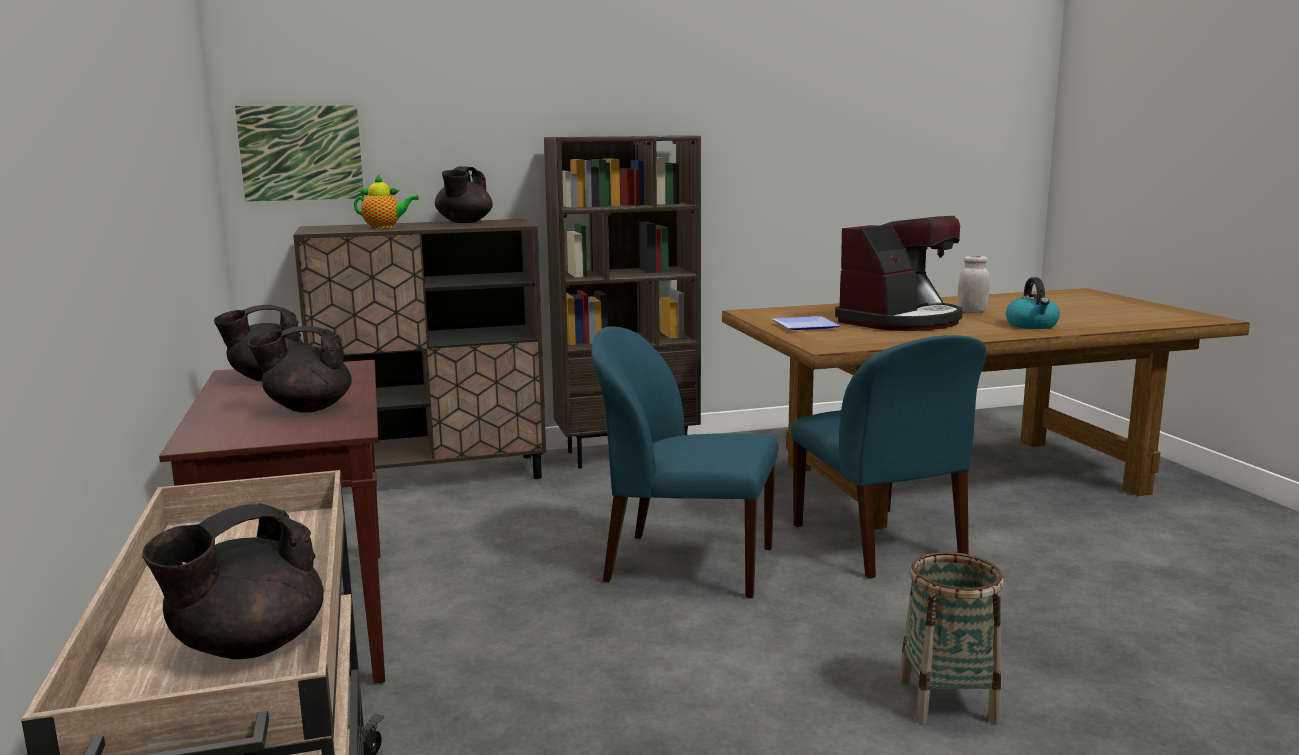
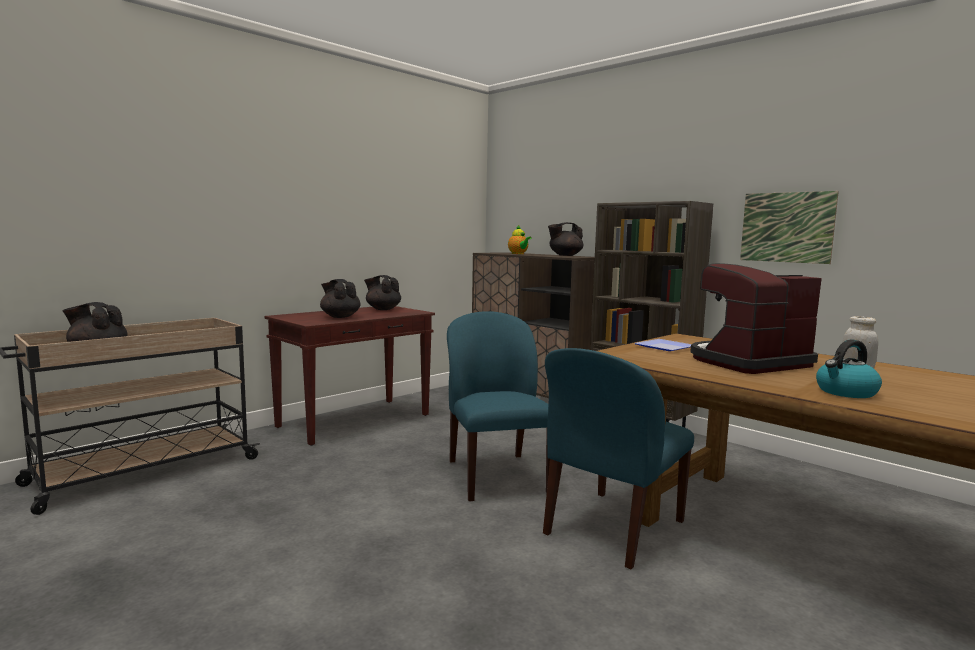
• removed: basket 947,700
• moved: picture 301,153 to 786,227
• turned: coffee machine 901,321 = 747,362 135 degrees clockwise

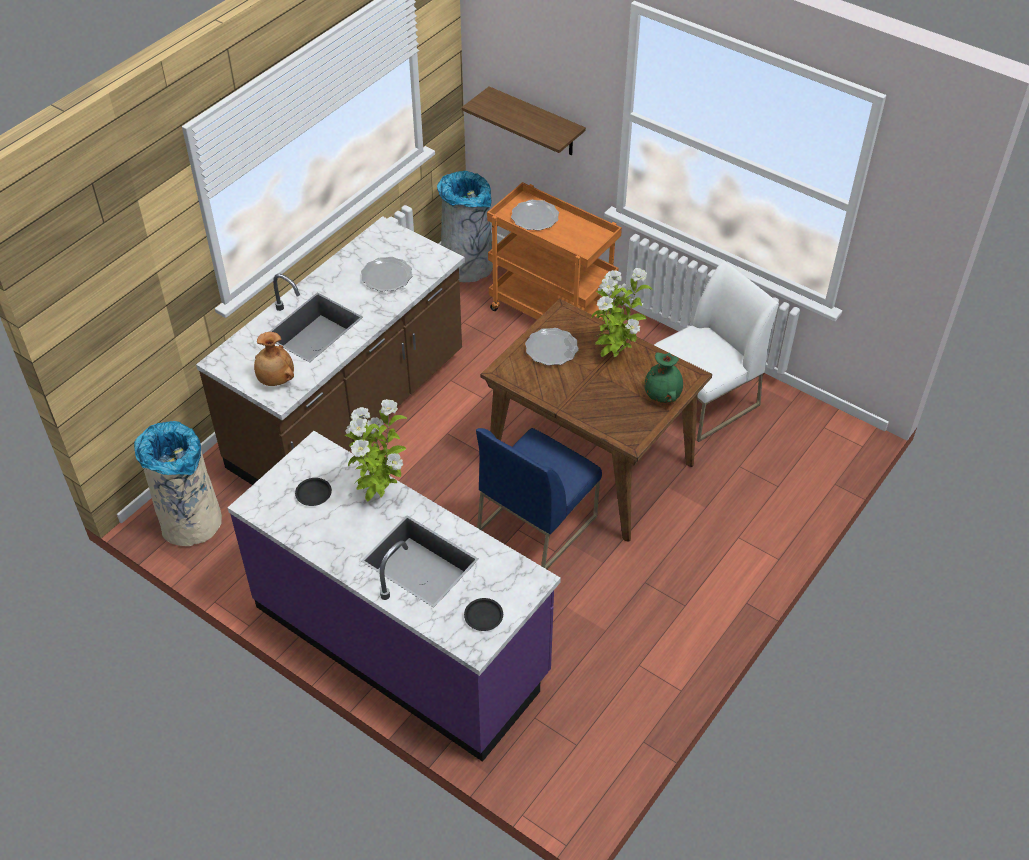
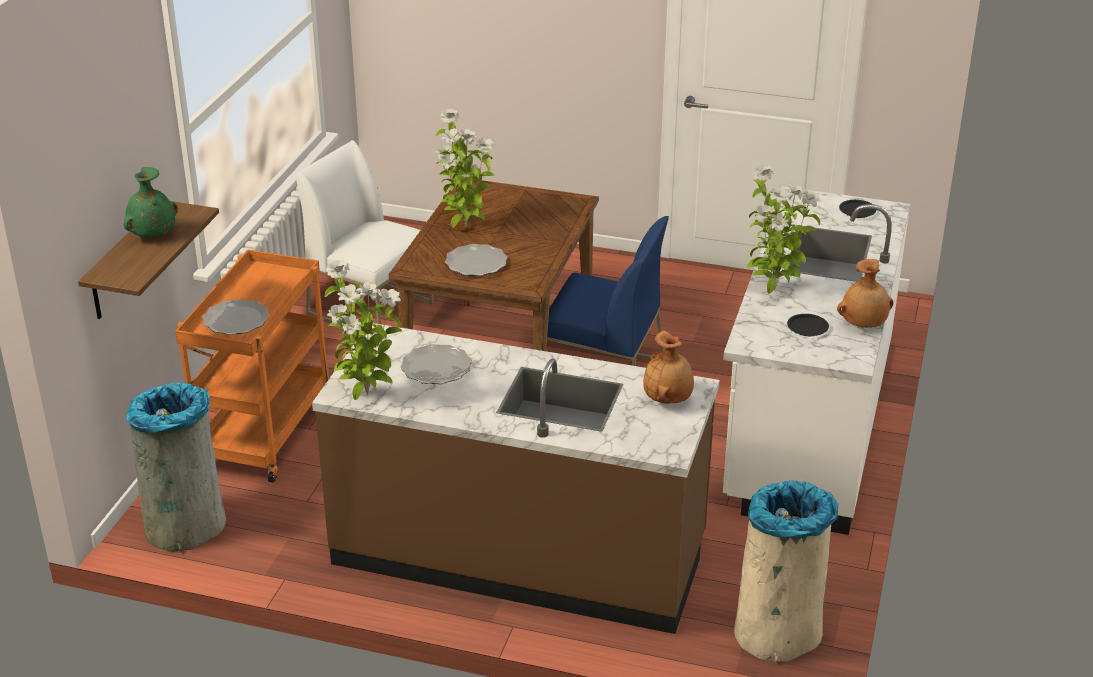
• added: potted plant 366,396
• added: brown vase 863,325
• moved: green vase 663,395 to 152,234
• recoloured: purple counter 402,640 to white counter 807,425

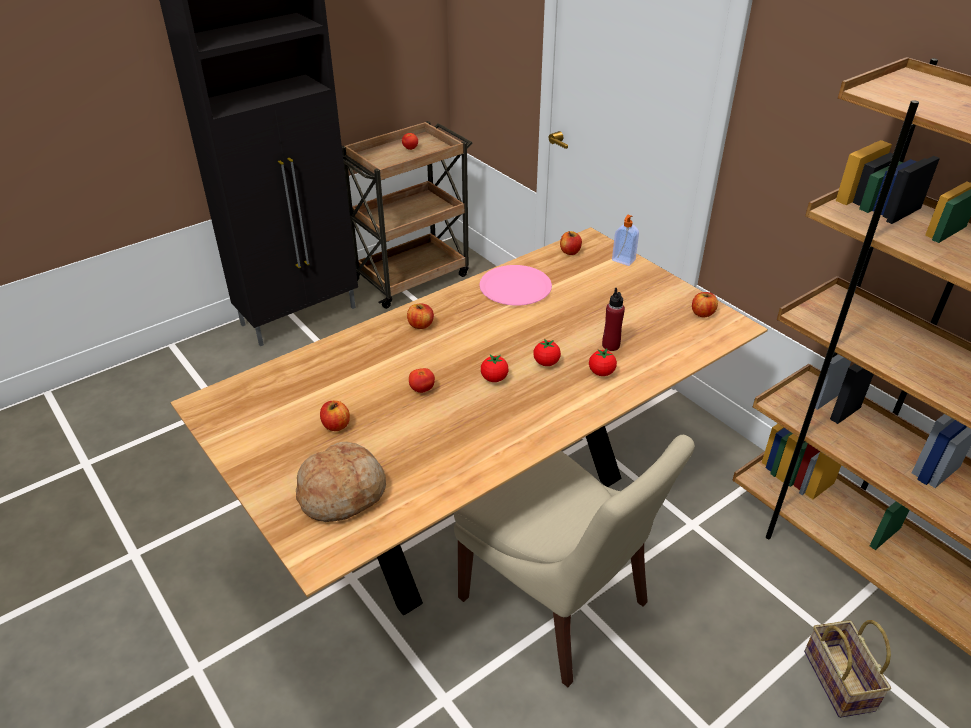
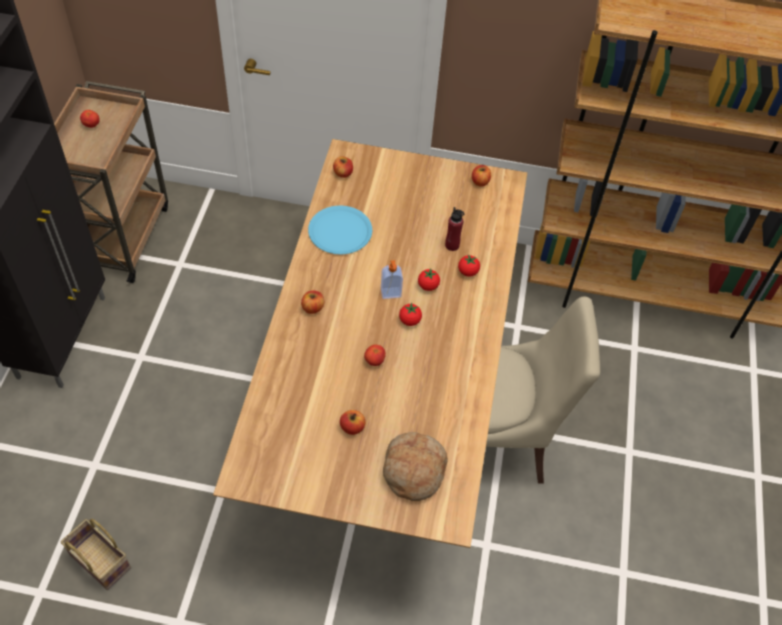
• moved: soap dispenser 623,260 to 391,293
• moved: basket 836,679 to 98,561
• recoloured: pink plate 515,287 to blue plate 340,231

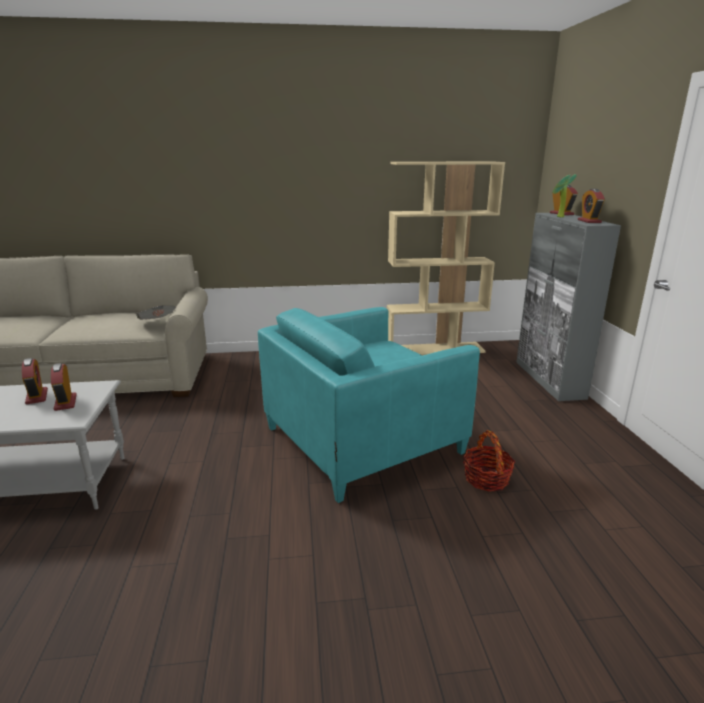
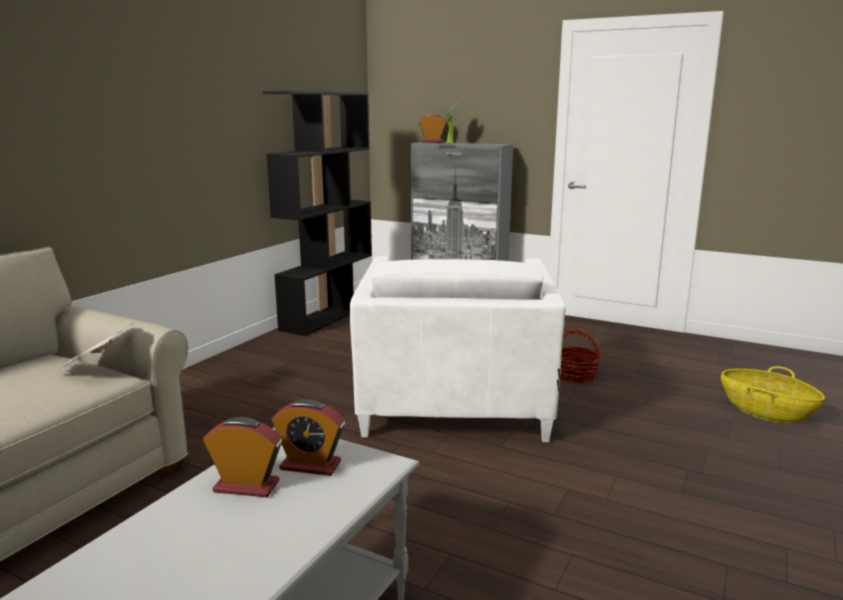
• removed: alarm clock 589,221
• added: basket 766,411
• recoloured: turquoise armchair 363,439 to white armchair 454,399
• recoloured: beige bookcase 435,349 to black bookcase 328,316

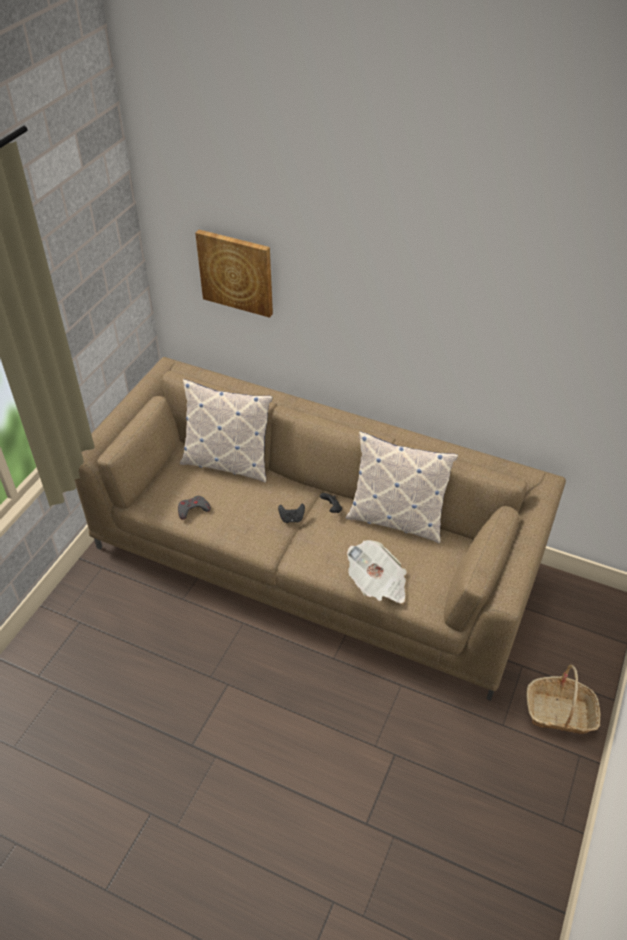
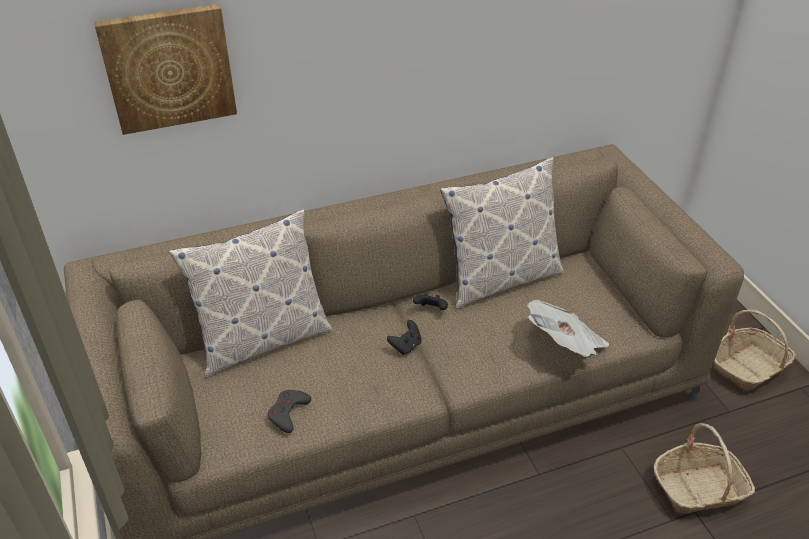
• added: basket 699,489

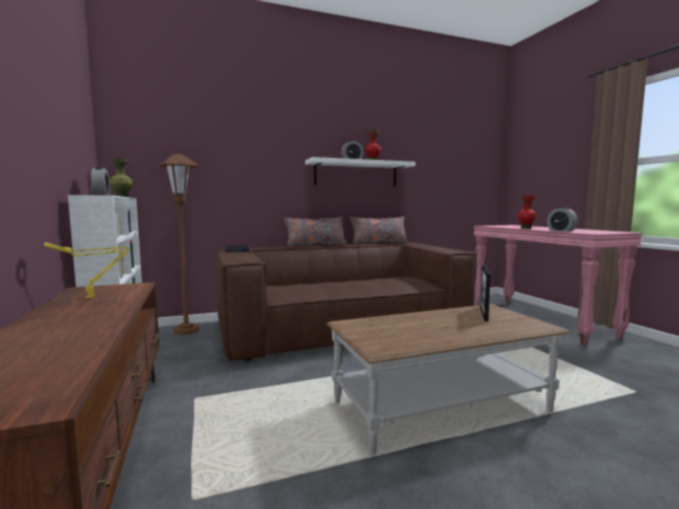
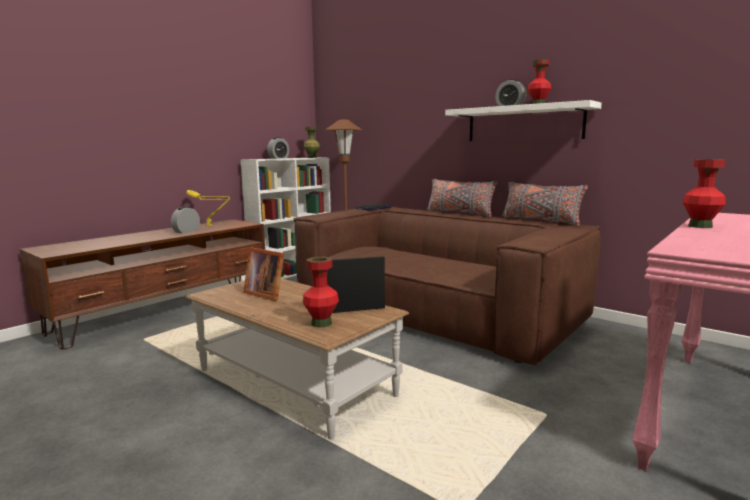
• added: picture frame 266,294
• added: red vase 321,323
• moved: alarm clock 561,231 to 186,231

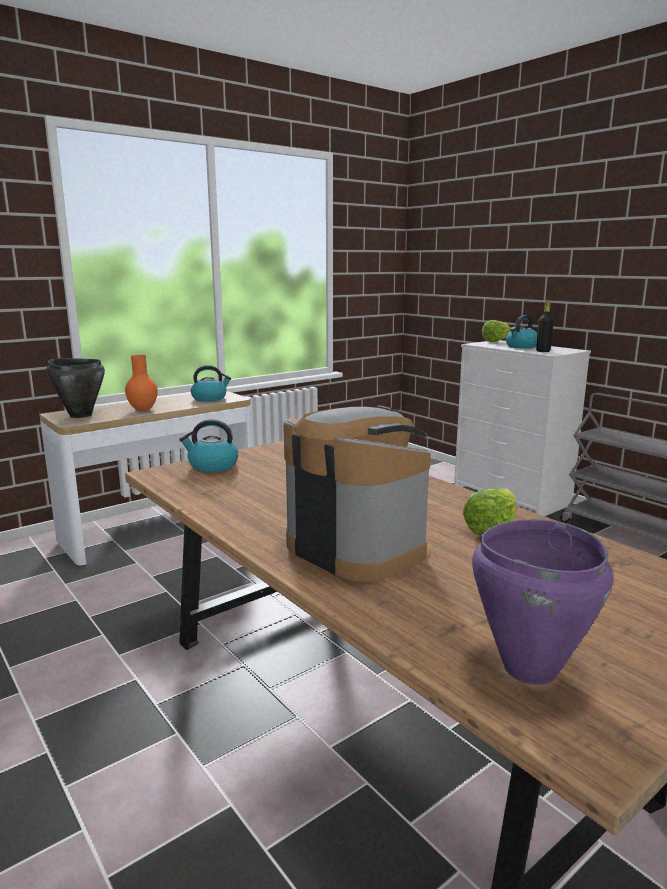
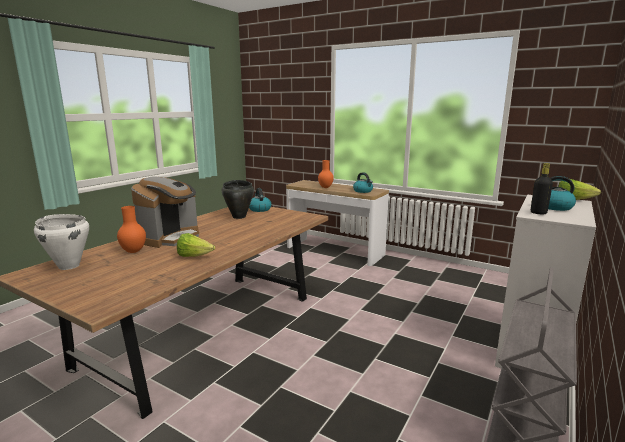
• added: orange vase 134,251
• moved: black cooking pot 80,415 to 239,217
• recoloured: purple cooking pot 528,668 to white cooking pot 69,266

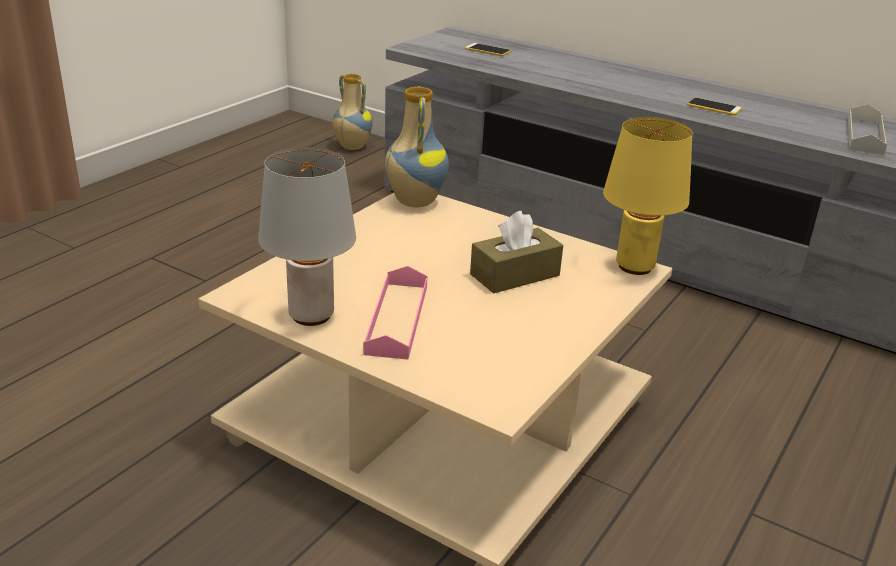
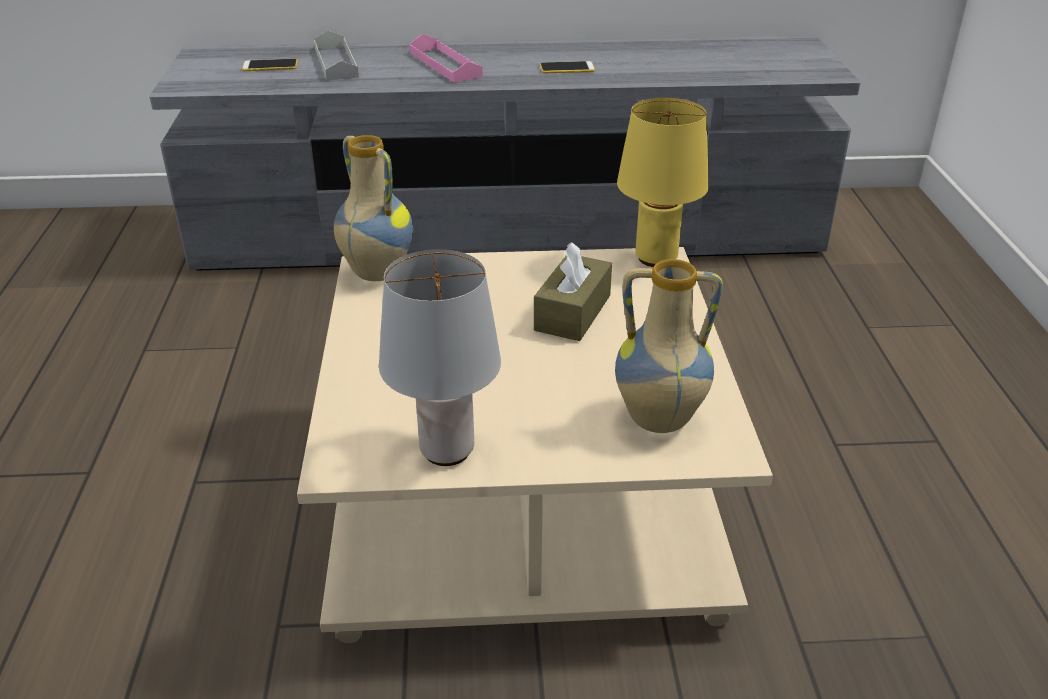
• moved: vase 351,147 to 658,421
• moved: pink tray 397,319 to 445,64
• moved: grey tray 865,135 to 336,62

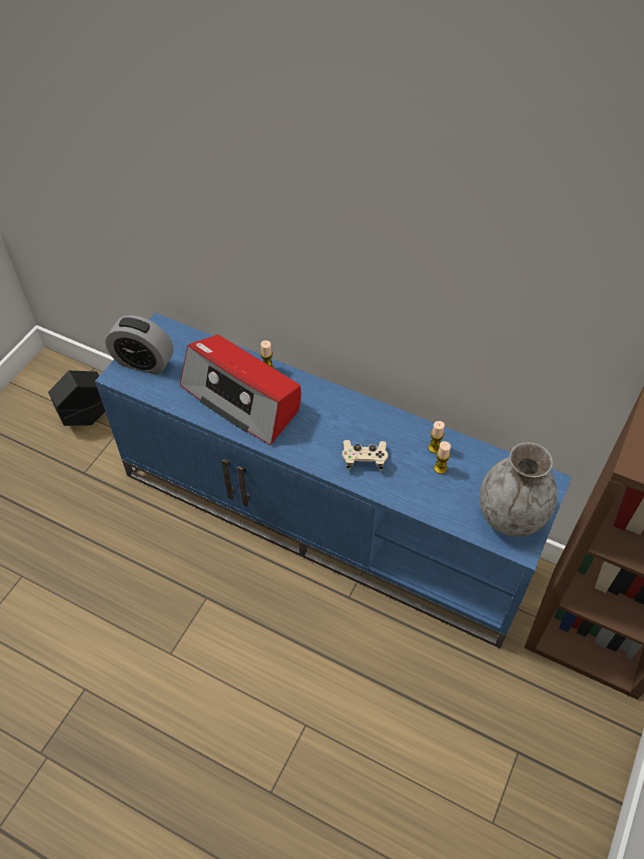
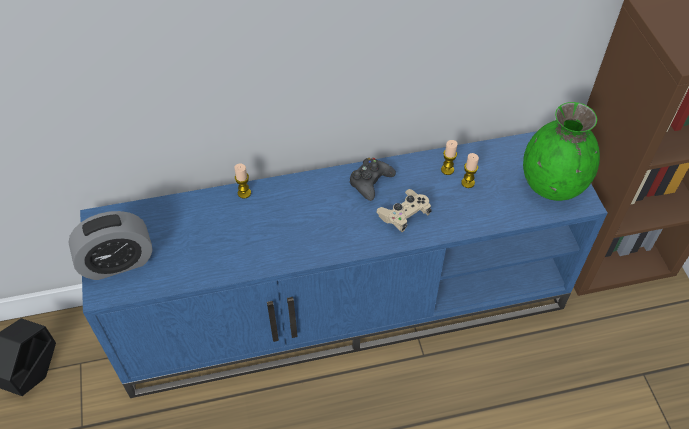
• removed: radio 242,398
• added: black game controller 370,182
• recoloured: grey vase 511,517 to green vase 553,184

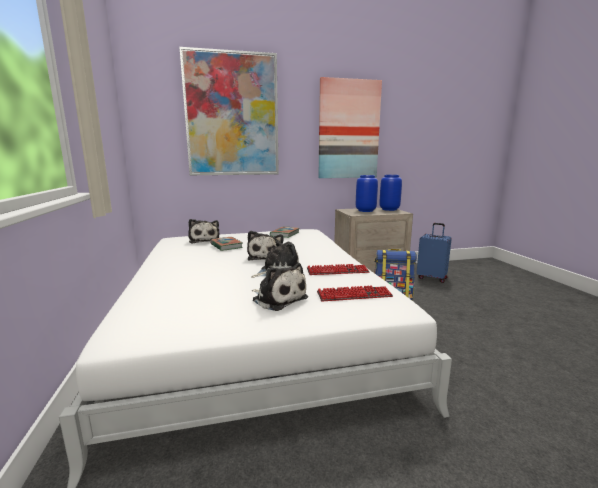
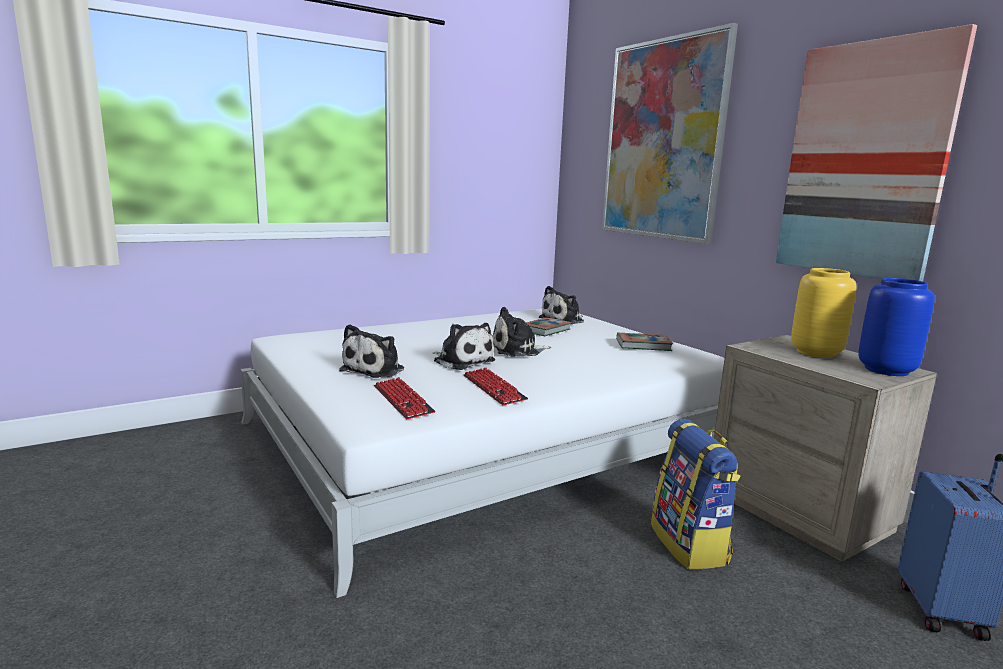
• recoloured: blue vase 365,210 to yellow vase 815,353

